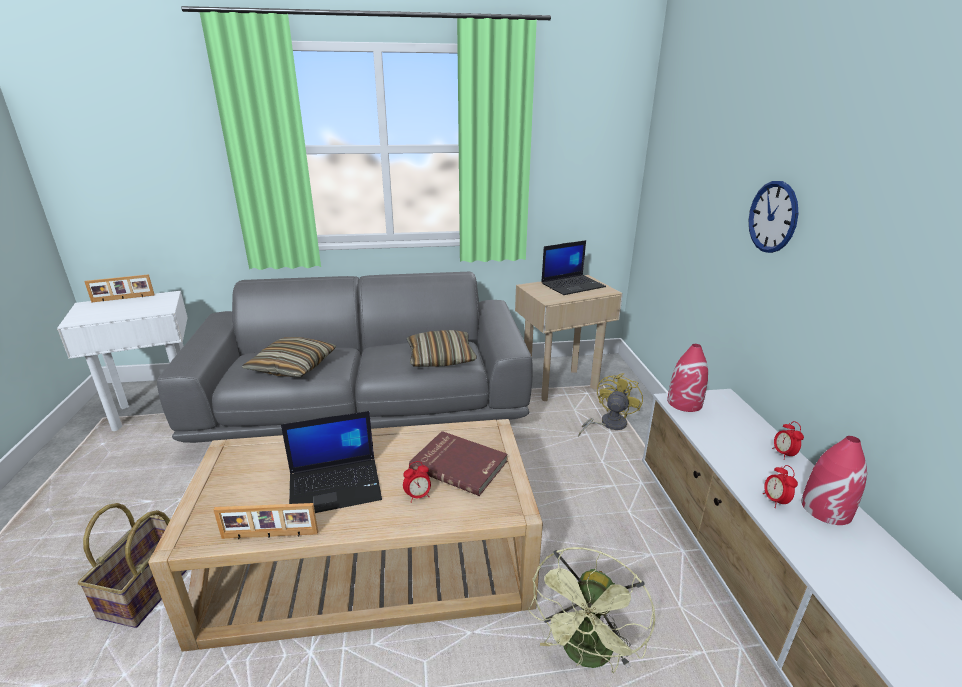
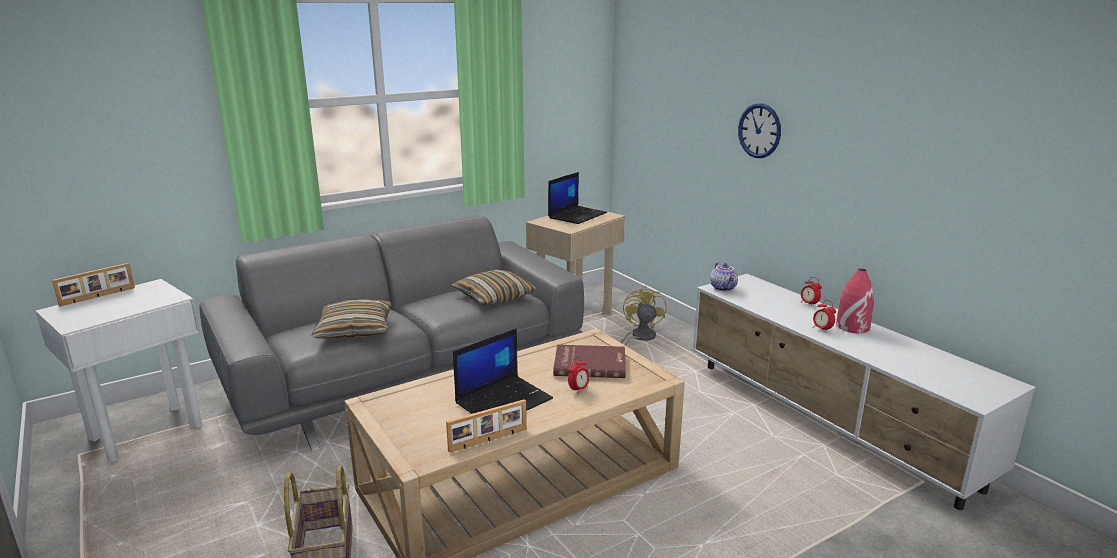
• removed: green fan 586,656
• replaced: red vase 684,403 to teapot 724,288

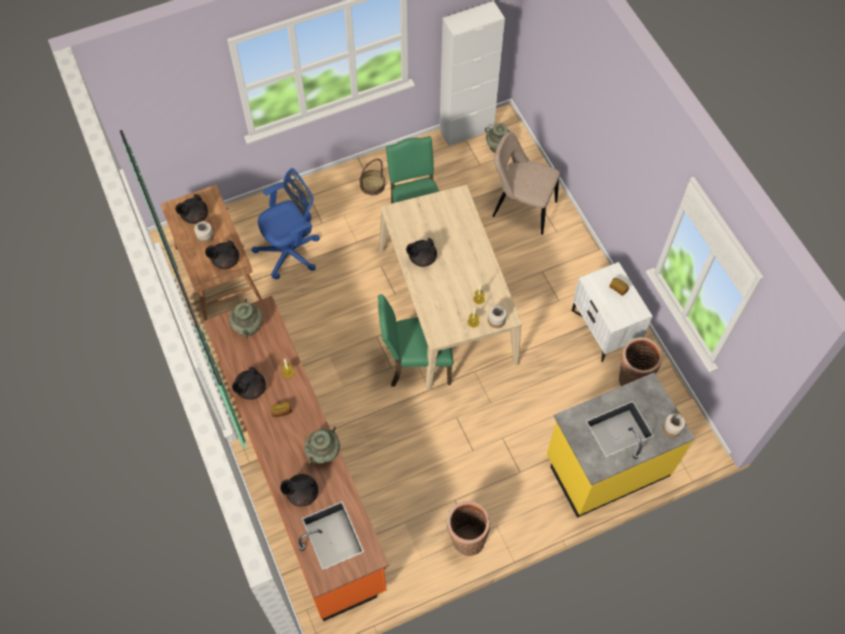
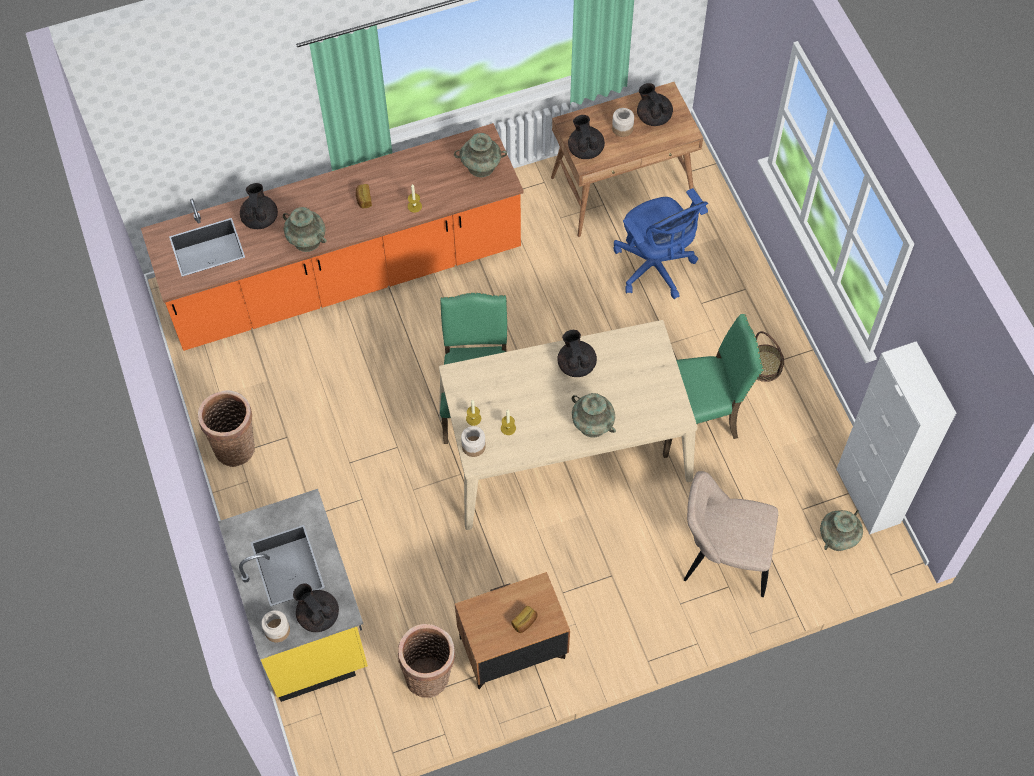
• added: turquoise vase 592,424
• moved: black teapot 250,389 to 318,615
• recoloured: white nightstand 604,328 to brown nightstand 512,649
• turned: beige chair 521,208 = 722,559 105 degrees counterclockwise

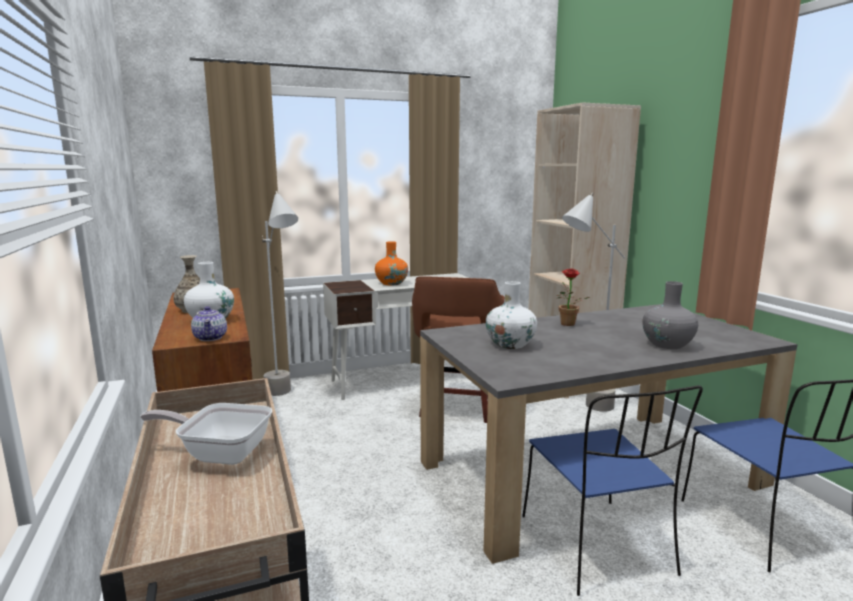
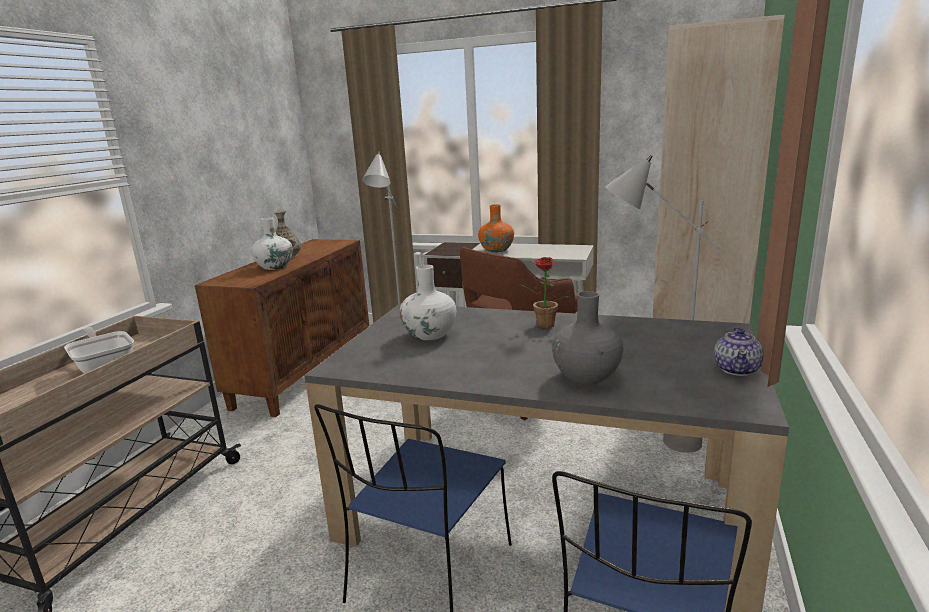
• moved: teapot 210,337 to 737,369

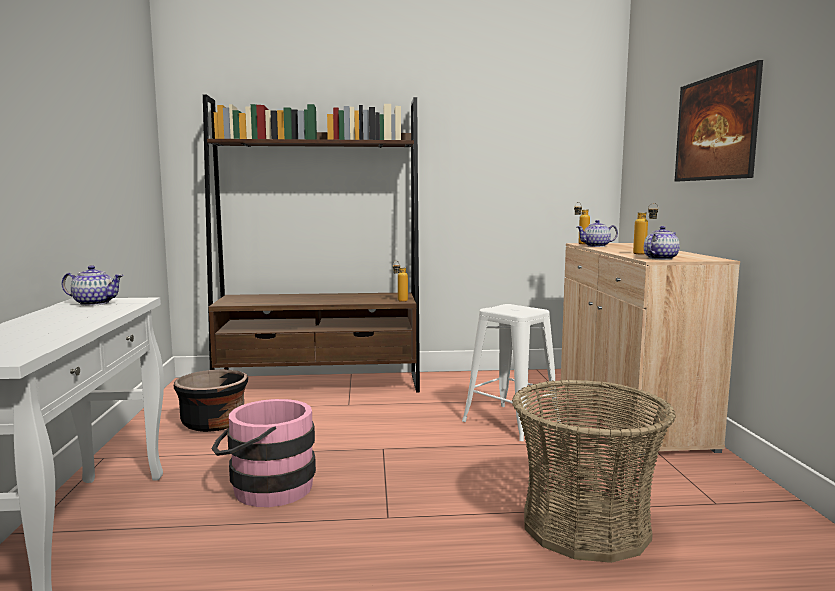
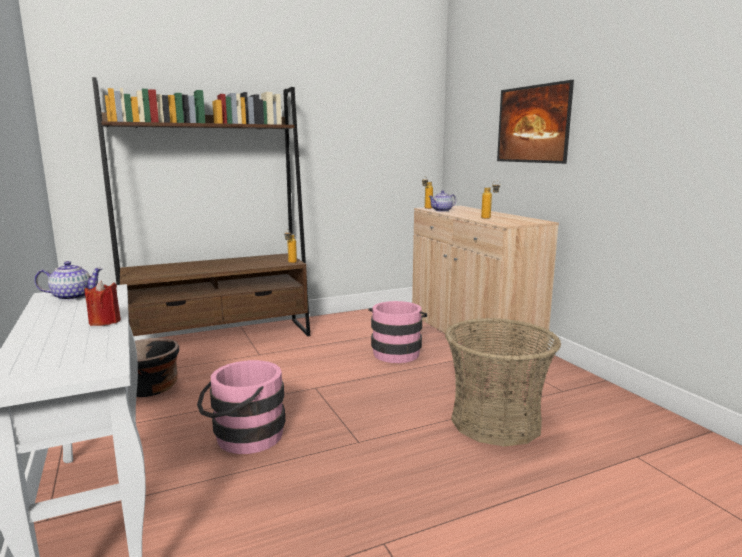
• removed: teapot 659,258
• added: red candle 105,321
• replaced: white stool 511,422 to pink bucket 397,352

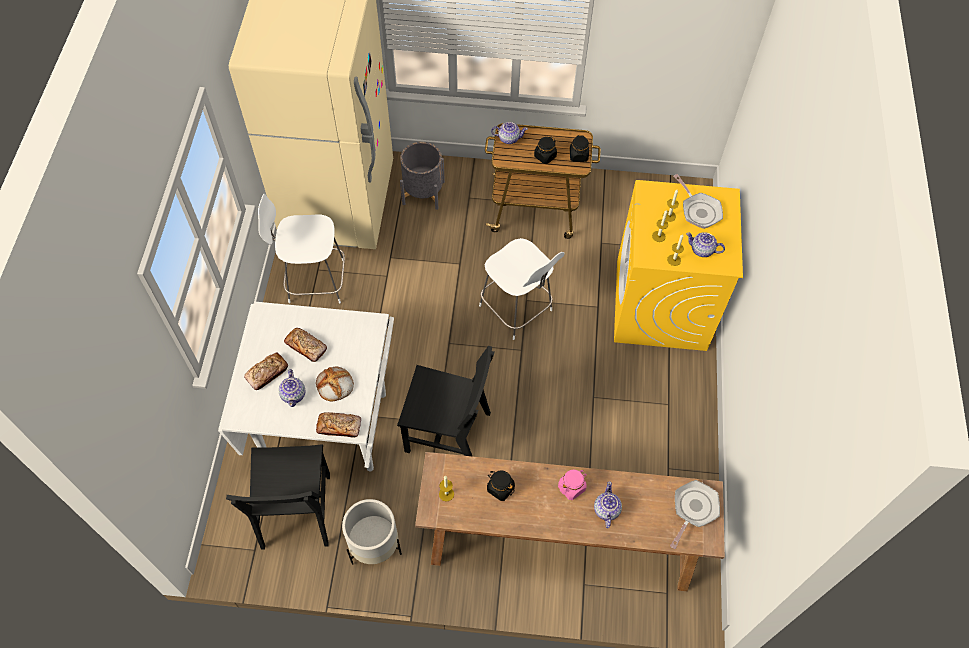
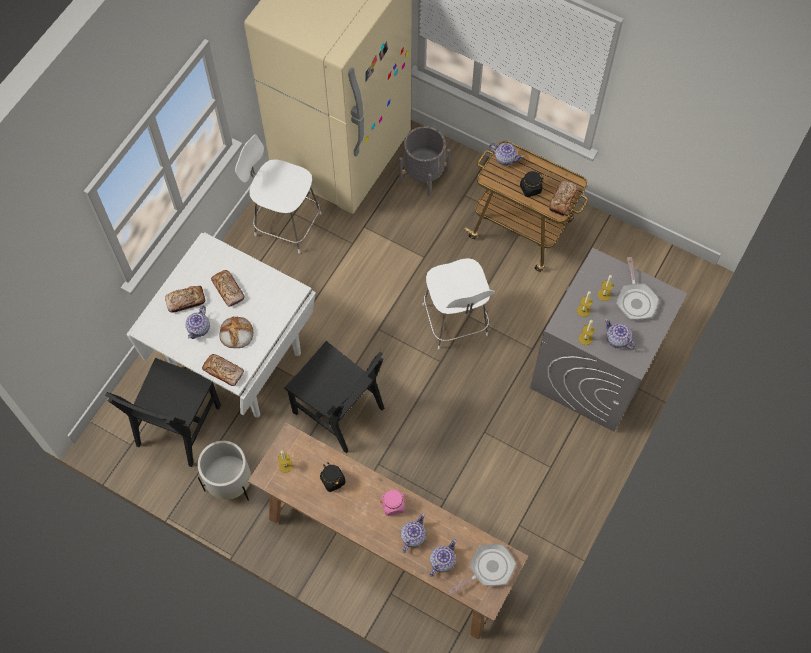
• added: teapot 442,561
• replaced: black jar 578,156 to bread 562,200
• recoloured: yellow washing machine 661,305 to grey washing machine 593,371

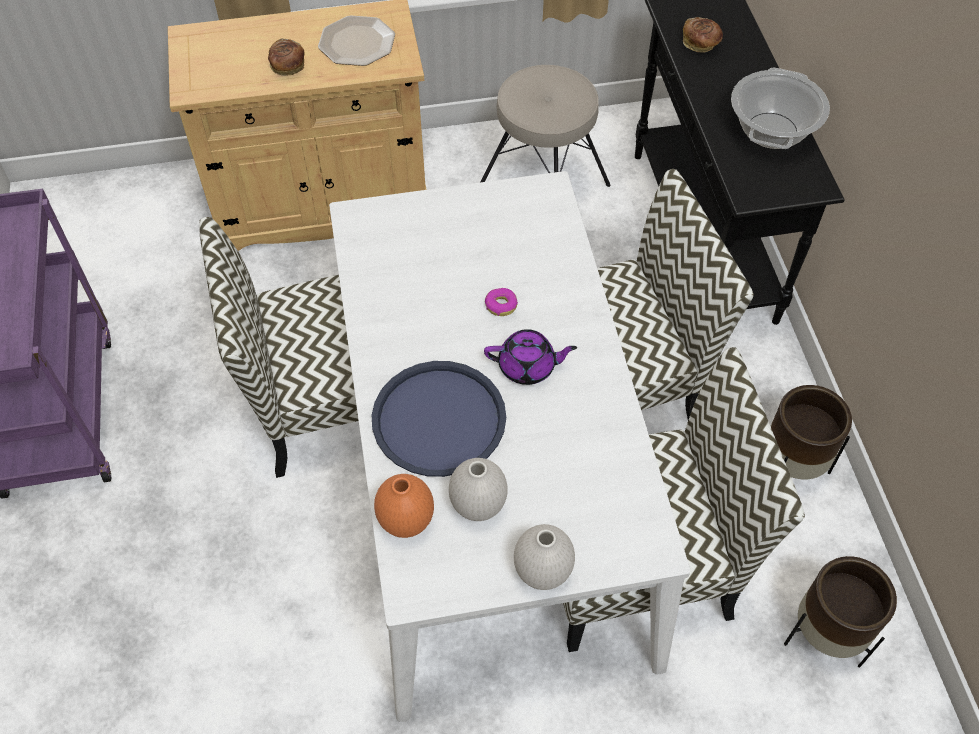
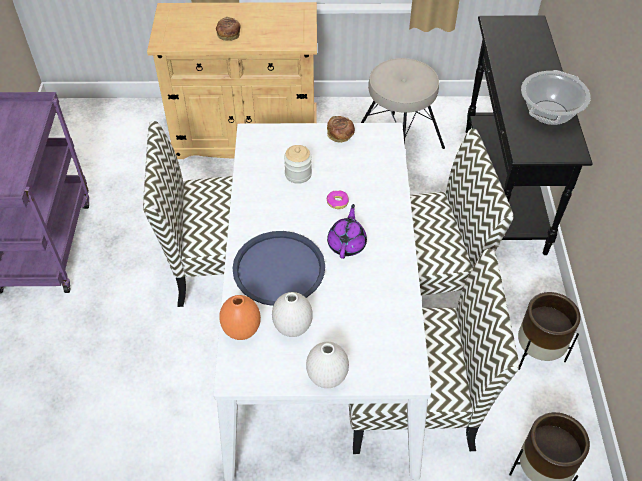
• removed: plate 357,43
• added: jar 298,174
• moved: bread 700,43 to 340,135
• turned: purple teapot 528,366 = 347,243 90 degrees counterclockwise

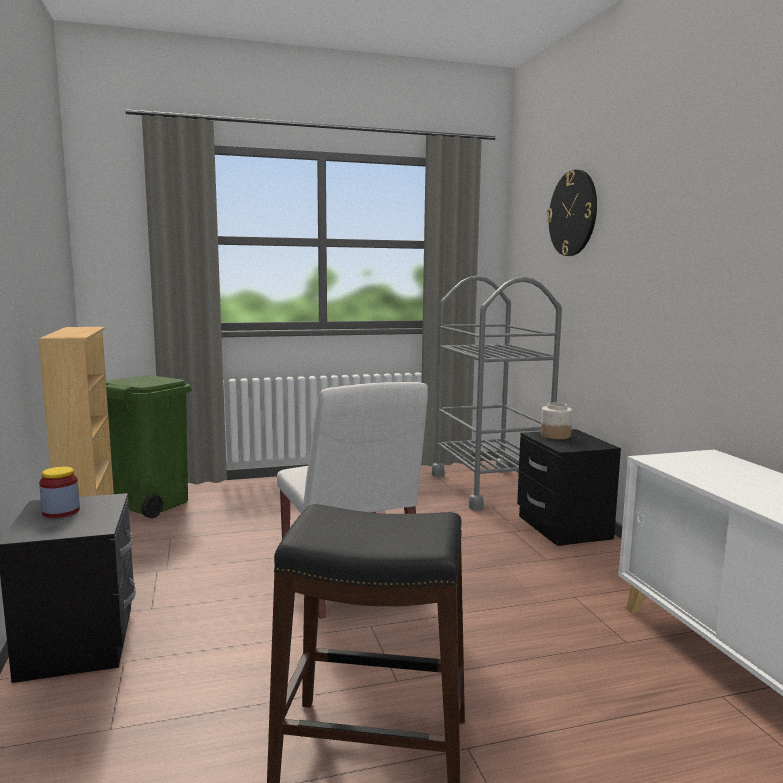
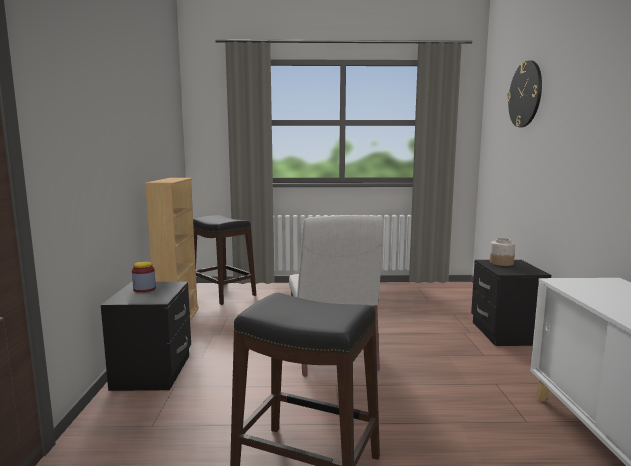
• removed: grey cart 490,487
• replaced: green trash can 149,503 to black stool 223,293

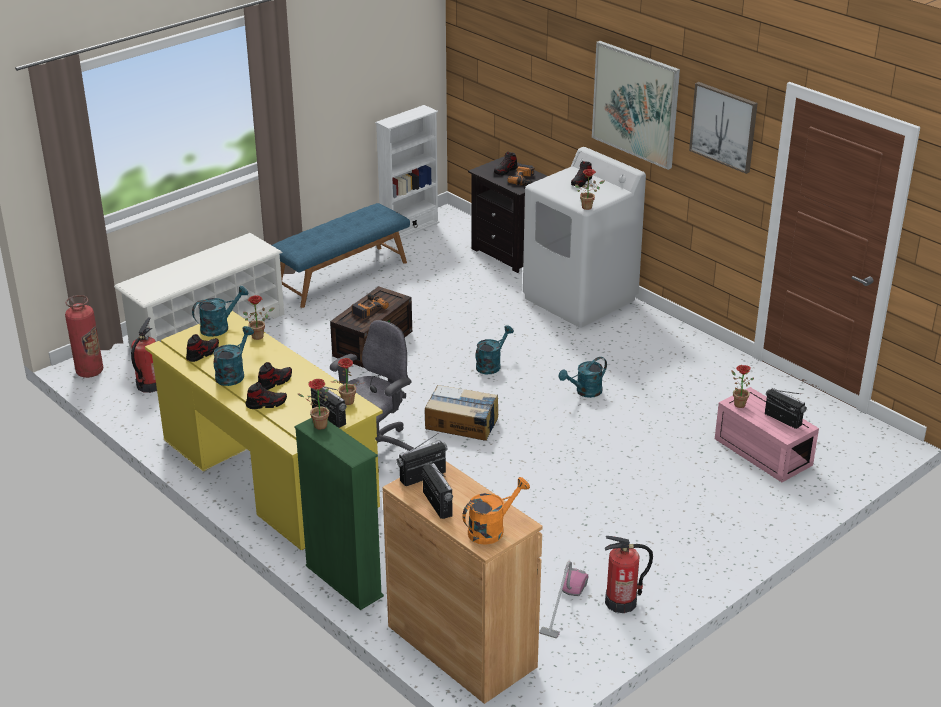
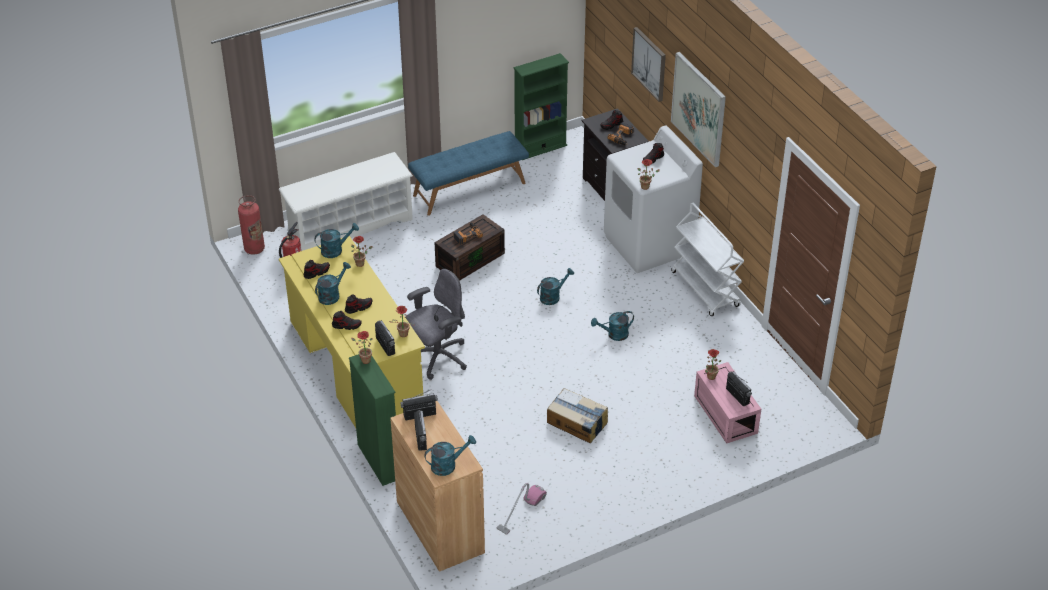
• removed: fire extinguisher 621,602
• added: white cart 705,289
• moved: cardboard box 462,423 to 577,423
• moved: picture 724,126 to 649,63
• recoloured: white bookcase 409,228 to green bookcase 540,148
• recoloured: orange watering can 491,529 to turquoise watering can 448,465

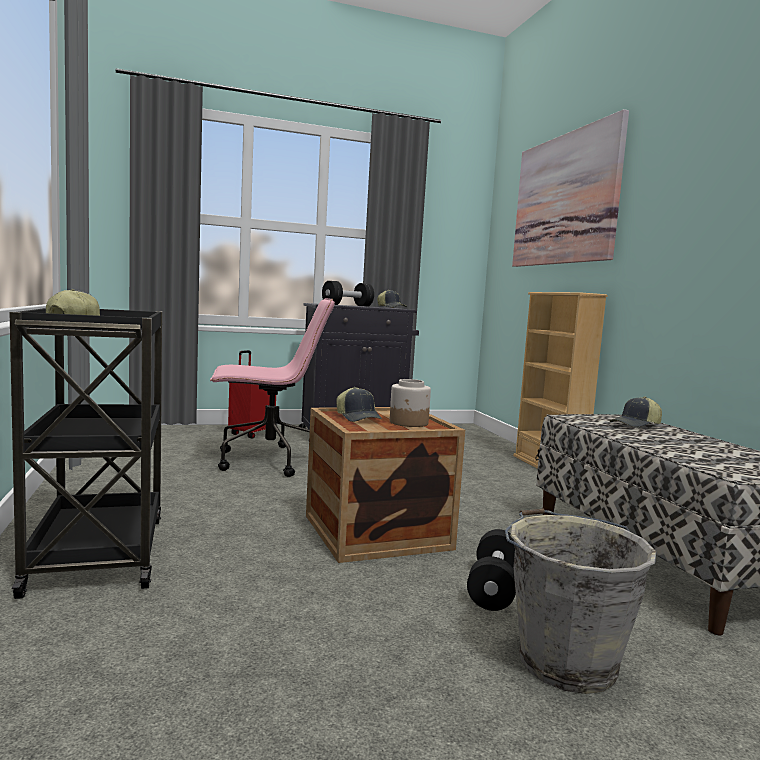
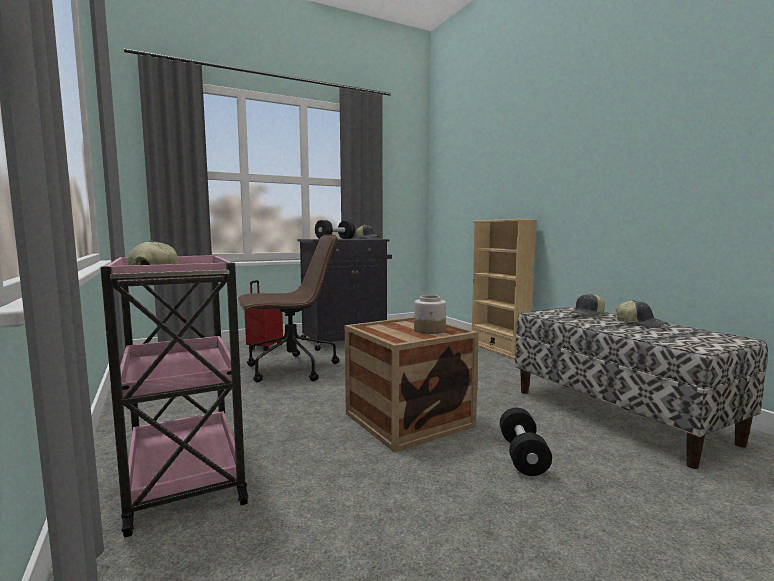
• removed: grey bucket 564,661
• removed: picture 565,199
• moved: cap 358,418 to 640,324
• recoloured: black cart 98,552 to pink cart 184,475
• recoloured: pink office chair 267,461 to brown office chair 290,369

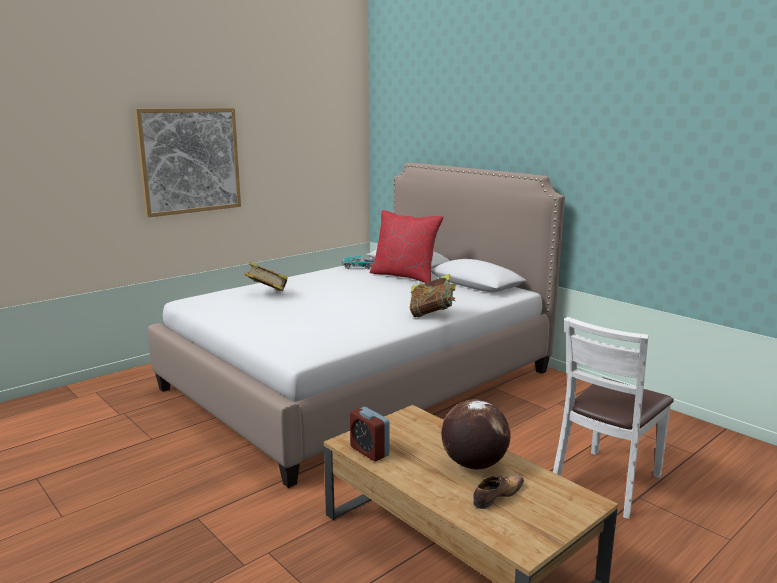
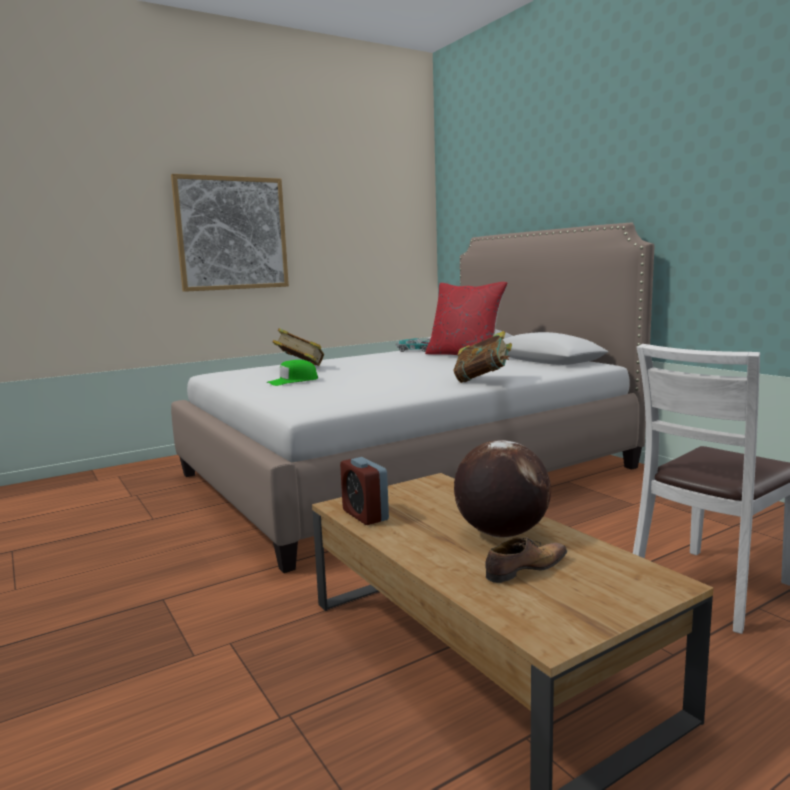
• added: green cap 292,381

